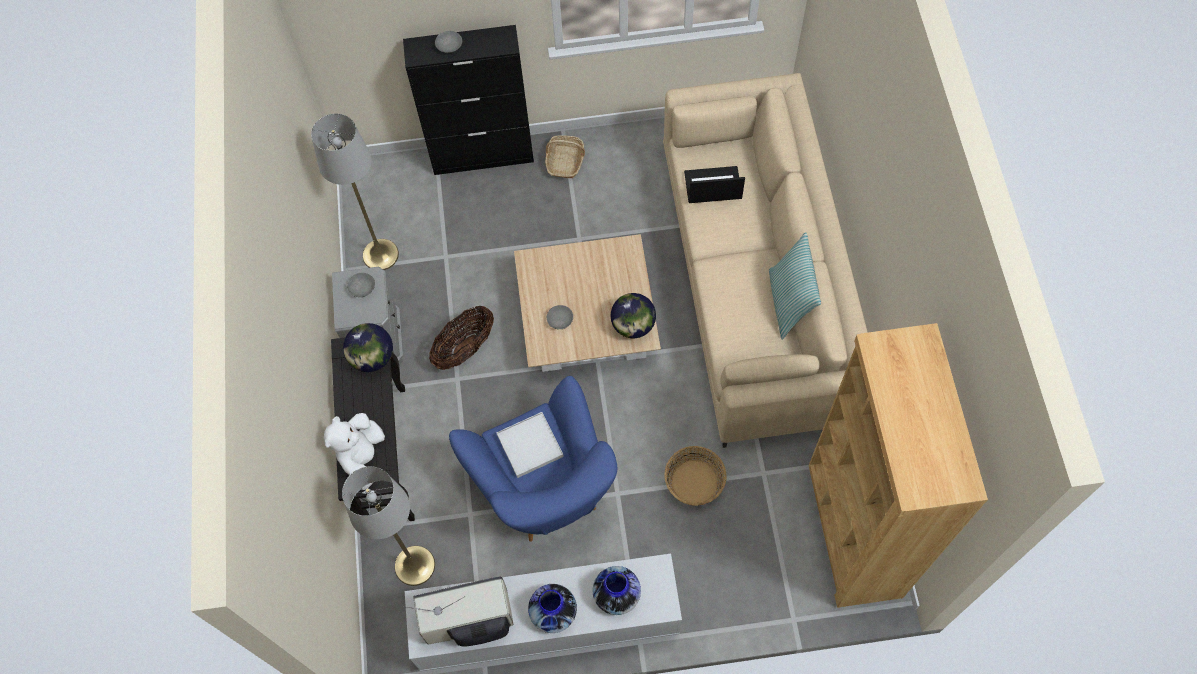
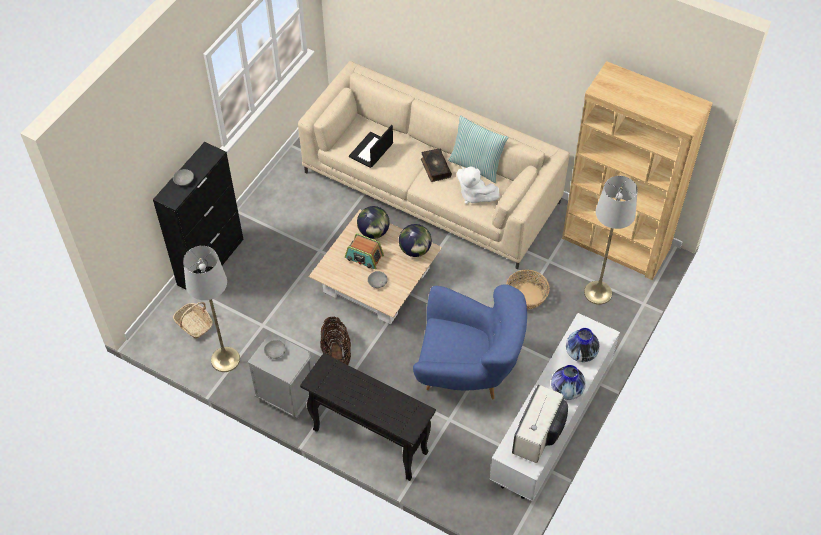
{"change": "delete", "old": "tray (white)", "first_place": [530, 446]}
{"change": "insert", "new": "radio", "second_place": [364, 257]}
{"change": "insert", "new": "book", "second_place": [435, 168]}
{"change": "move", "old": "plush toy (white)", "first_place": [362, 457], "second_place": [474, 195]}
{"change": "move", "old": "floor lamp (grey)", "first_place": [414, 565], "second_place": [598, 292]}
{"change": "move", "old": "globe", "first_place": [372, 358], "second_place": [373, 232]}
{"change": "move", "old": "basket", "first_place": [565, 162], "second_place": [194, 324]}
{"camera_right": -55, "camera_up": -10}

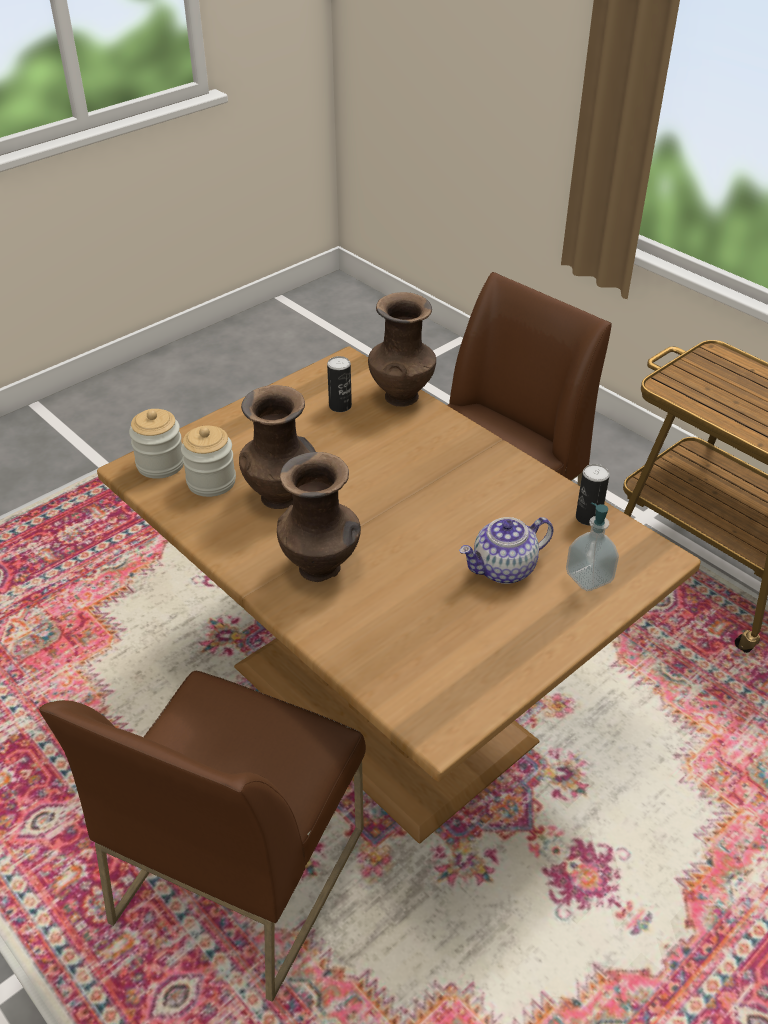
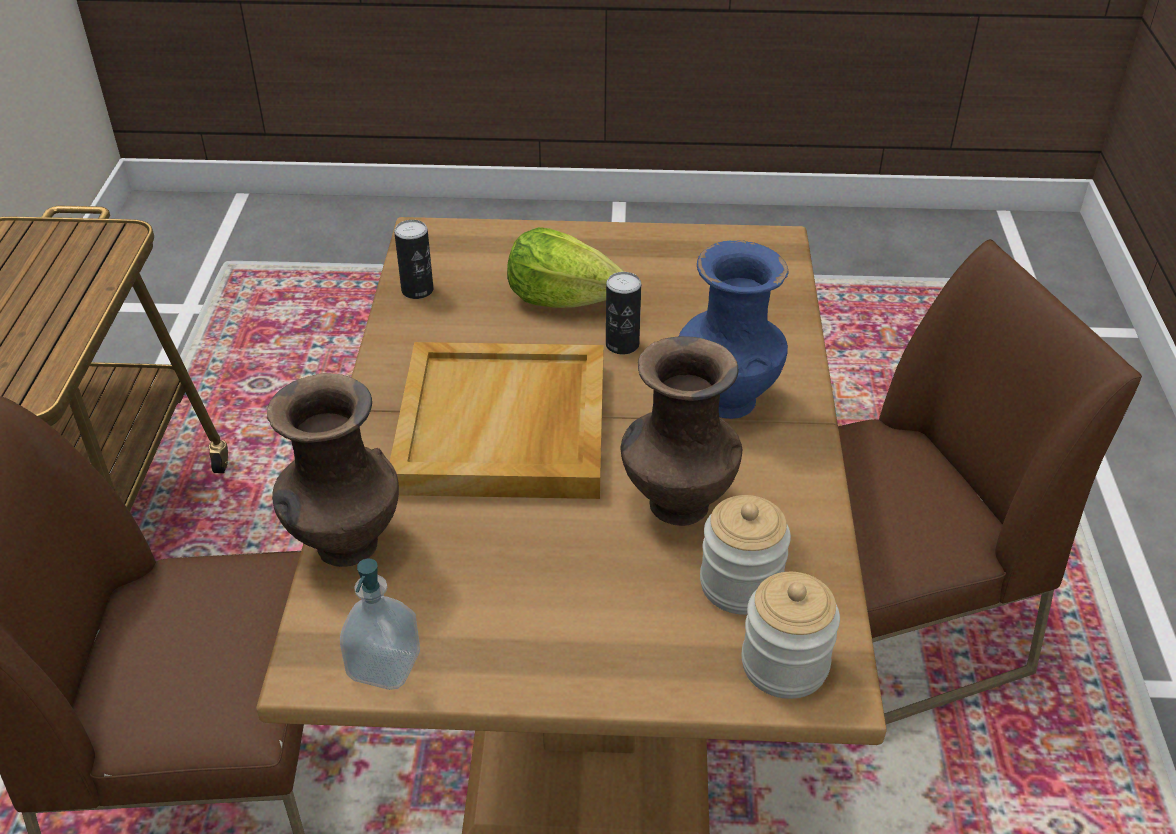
{"change": "insert", "new": "tray (beige)", "second_place": [504, 428]}
{"change": "move", "old": "can", "first_place": [340, 406], "second_place": [622, 344]}
{"change": "move", "old": "soap dispenser", "first_place": [589, 577], "second_place": [384, 665]}
{"change": "replace", "old": "teapot", "new": "lettuce", "first_place": [504, 569], "second_place": [561, 299]}
{"change": "recolor", "old": "vase (brown)", "new": "vase (blue)", "first_place": [321, 568], "second_place": [726, 399]}
{"camera_right": -135, "camera_up": 0}

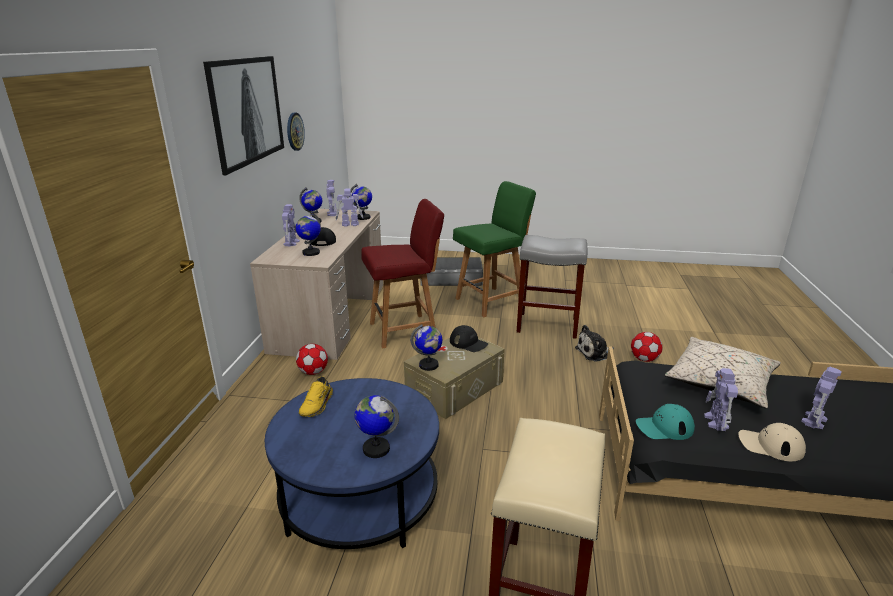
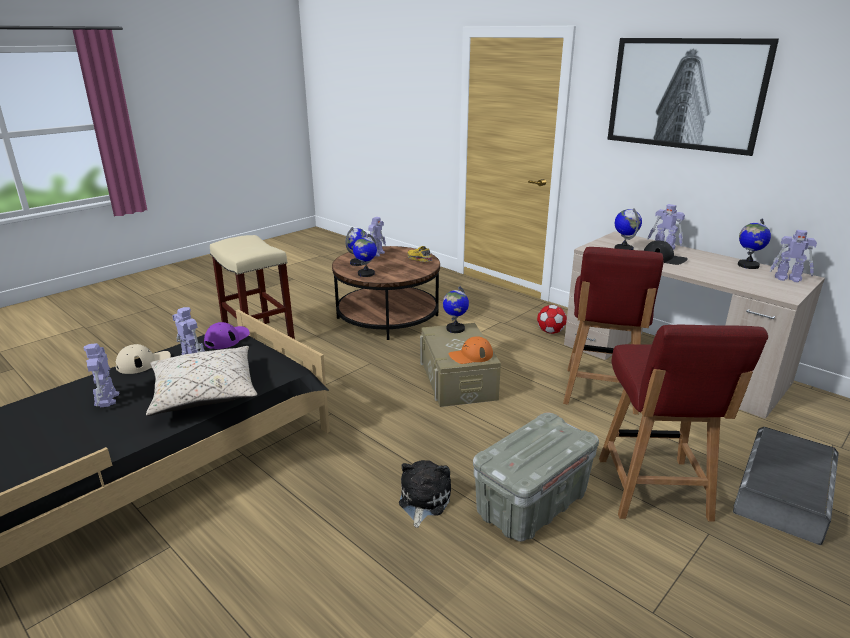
{"change": "delete", "old": "wall clock", "first_place": [294, 131]}
{"change": "delete", "old": "football", "first_place": [644, 359]}
{"change": "move", "old": "toy robot", "first_place": [349, 224], "second_place": [377, 253]}
{"change": "move", "old": "globe", "first_place": [363, 217], "second_place": [366, 274]}
{"change": "replace", "old": "stool (grey)", "new": "storage box (grey)", "first_place": [548, 325], "second_place": [532, 505]}
{"change": "recolor", "old": "coffee table (blue)", "new": "coffee table (brown)", "first_place": [360, 496], "second_place": [387, 317]}
{"change": "recolor", "old": "cap (black)", "new": "cap (orange)", "first_place": [468, 343], "second_place": [470, 355]}
{"change": "recolor", "old": "chair (green)", "new": "chair (red)", "first_place": [491, 301], "second_place": [653, 490]}
{"change": "recolor", "old": "cap (turquoise)", "new": "cap (purple)", "first_place": [664, 427], "second_place": [227, 338]}
{"camera_right": 125, "camera_up": 0}

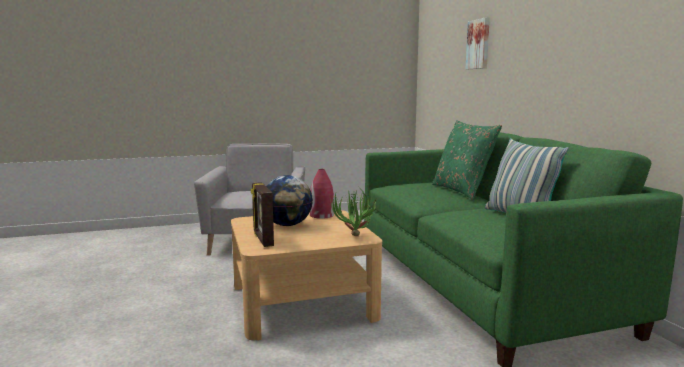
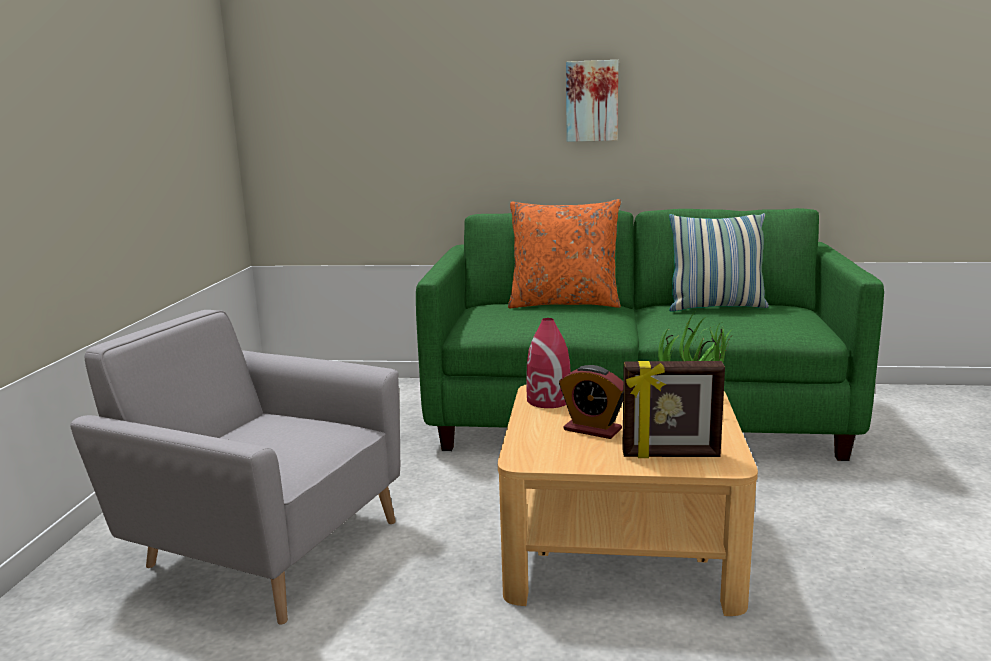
{"change": "move", "old": "picture", "first_place": [479, 44], "second_place": [592, 101]}
{"change": "replace", "old": "globe", "new": "alarm clock", "first_place": [287, 225], "second_place": [592, 429]}
{"change": "recolor", "old": "pillow (green)", "new": "pillow (orange)", "first_place": [462, 191], "second_place": [564, 303]}
{"camera_right": -65, "camera_up": 5}

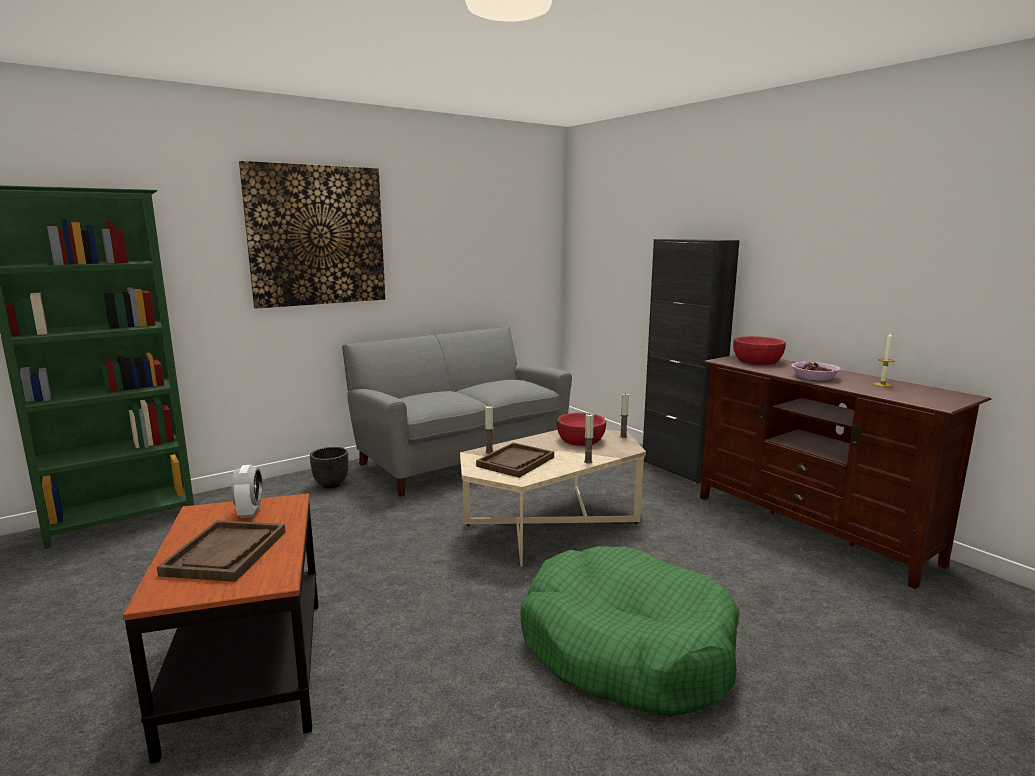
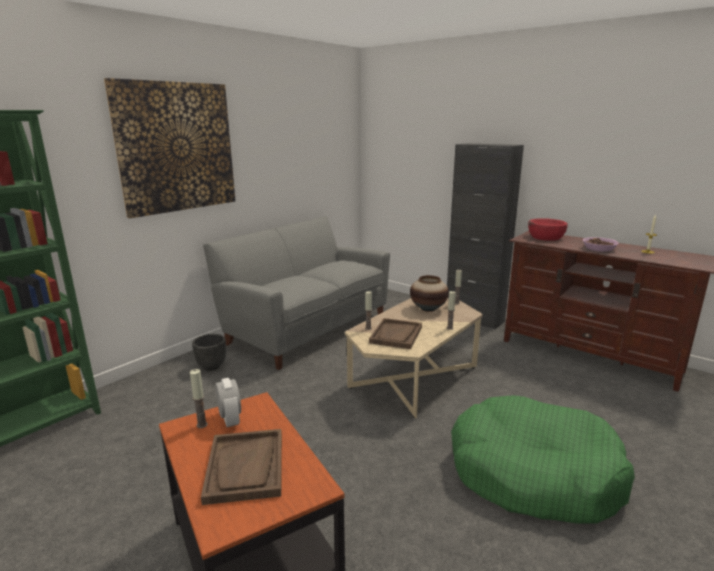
{"change": "insert", "new": "candle", "second_place": [202, 425]}
{"change": "replace", "old": "bowl (red)", "new": "vase", "first_place": [580, 439], "second_place": [428, 309]}
{"camera_right": -15, "camera_up": 5}

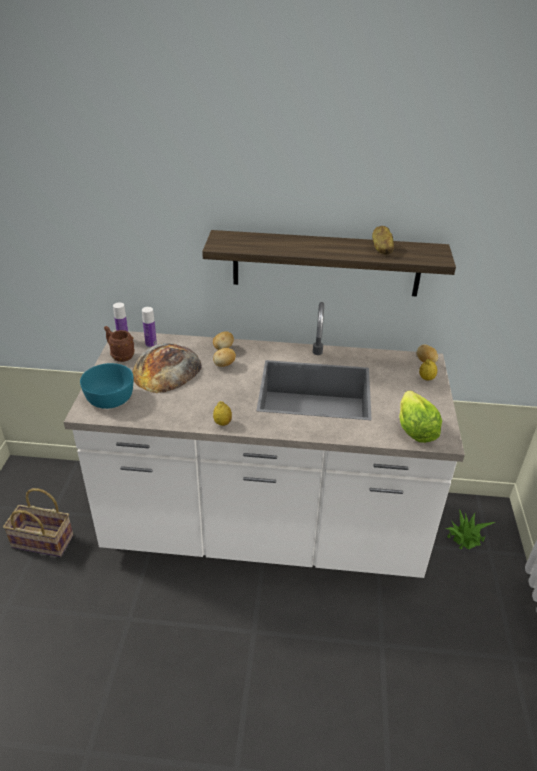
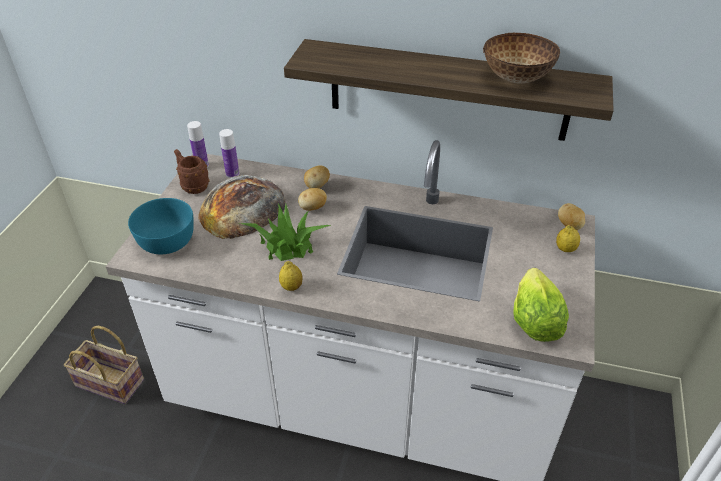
{"change": "move", "old": "potted plant", "first_place": [465, 536], "second_place": [287, 245]}
{"change": "replace", "old": "potato", "new": "bowl", "first_place": [381, 249], "second_place": [517, 78]}
{"camera_right": 10, "camera_up": 5}

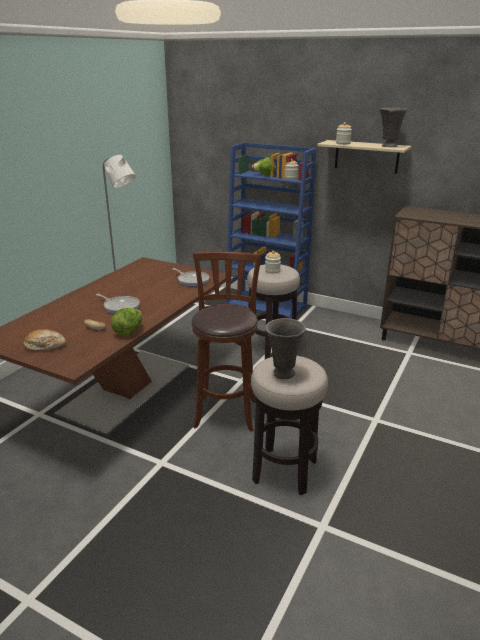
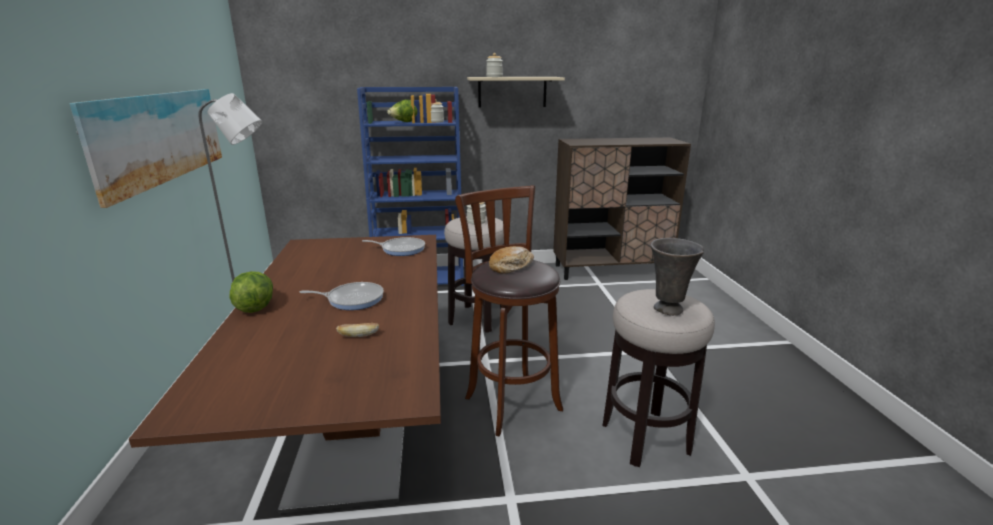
{"change": "delete", "old": "vase (grey)", "first_place": [388, 146]}
{"change": "insert", "new": "picture", "second_place": [158, 137]}
{"change": "move", "old": "bread", "first_place": [45, 346], "second_place": [511, 266]}
{"change": "move", "old": "lettuce", "first_place": [128, 331], "second_place": [255, 306]}
{"camera_right": -35, "camera_up": -5}

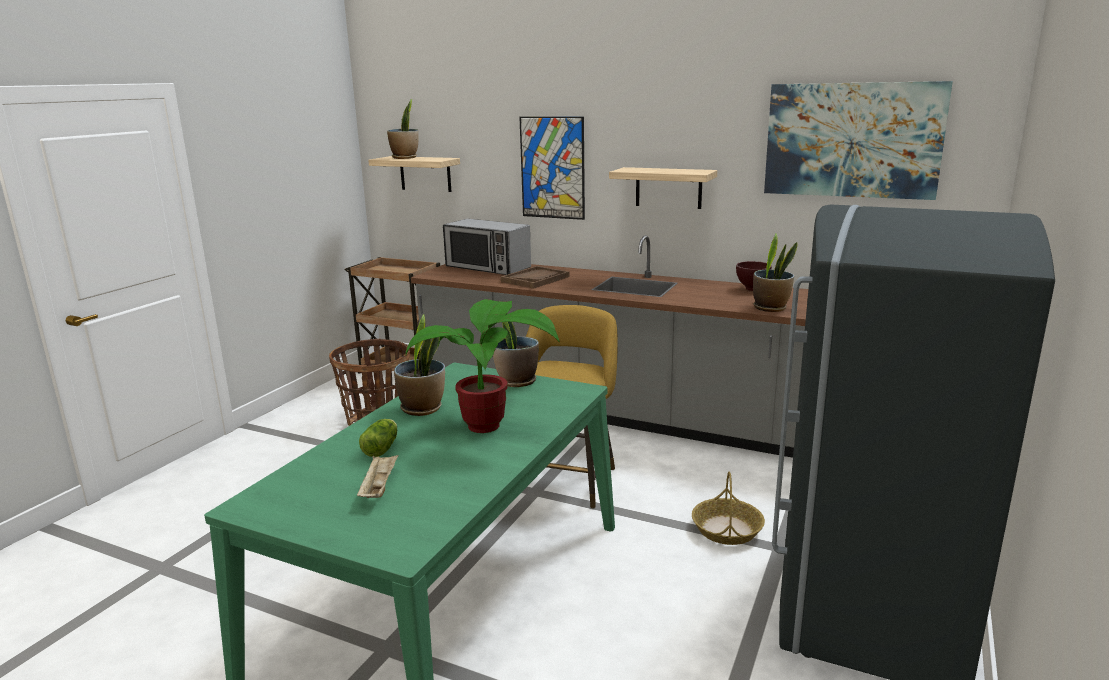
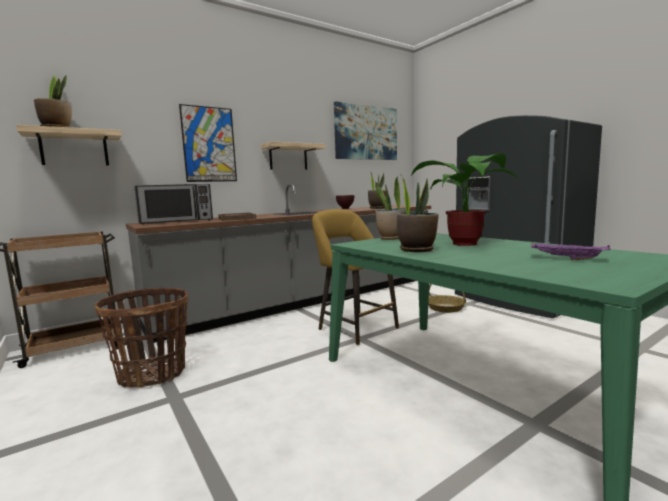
{"change": "delete", "old": "lettuce", "first_place": [382, 448]}
{"change": "recolor", "old": "tray (beige)", "new": "tray (purple)", "first_place": [379, 487], "second_place": [566, 259]}
{"camera_right": -60, "camera_up": -10}

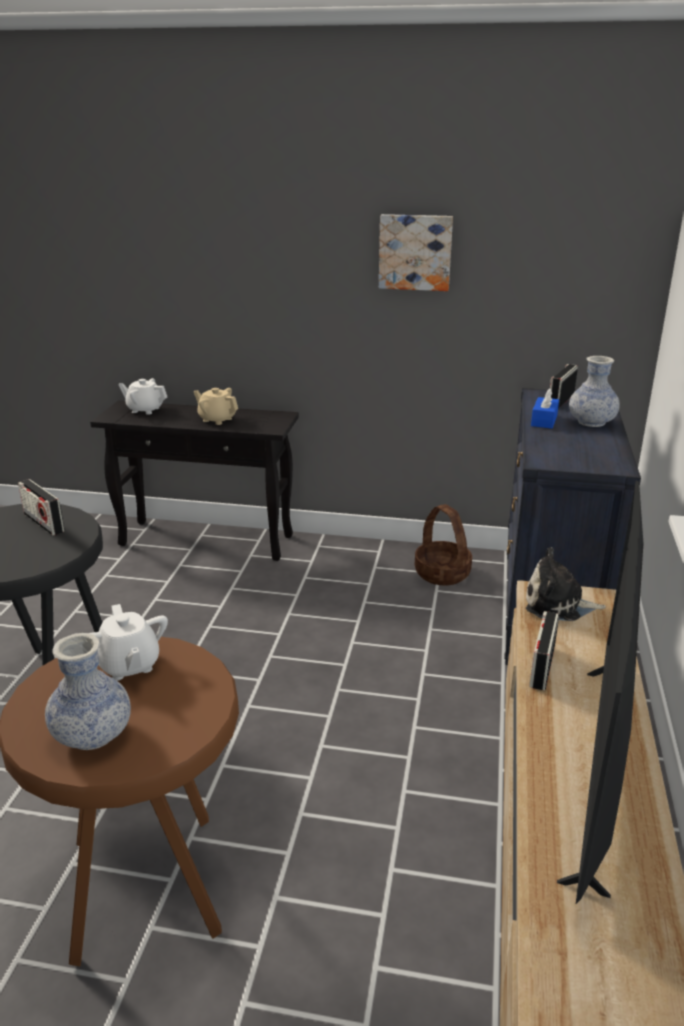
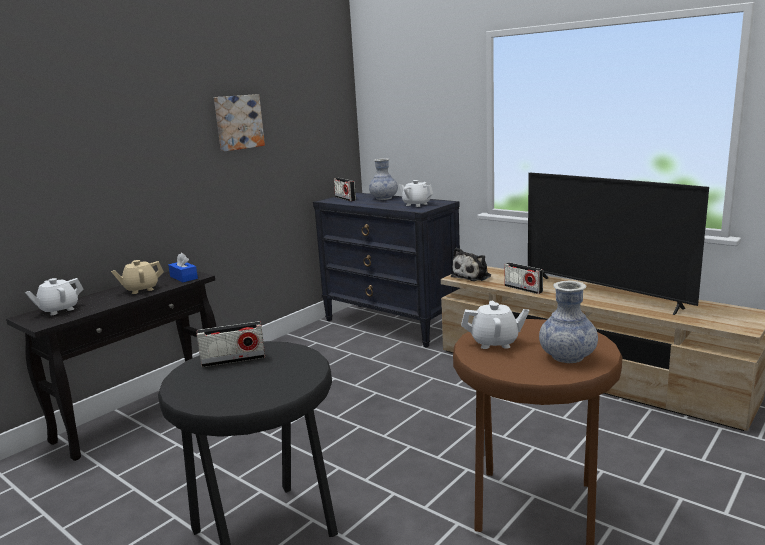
{"change": "delete", "old": "basket", "first_place": [442, 573]}
{"change": "insert", "new": "teapot (white)", "second_place": [416, 204]}
{"change": "move", "old": "tissue box (blue)", "first_place": [544, 420], "second_place": [184, 277]}
{"camera_right": -60, "camera_up": -10}

